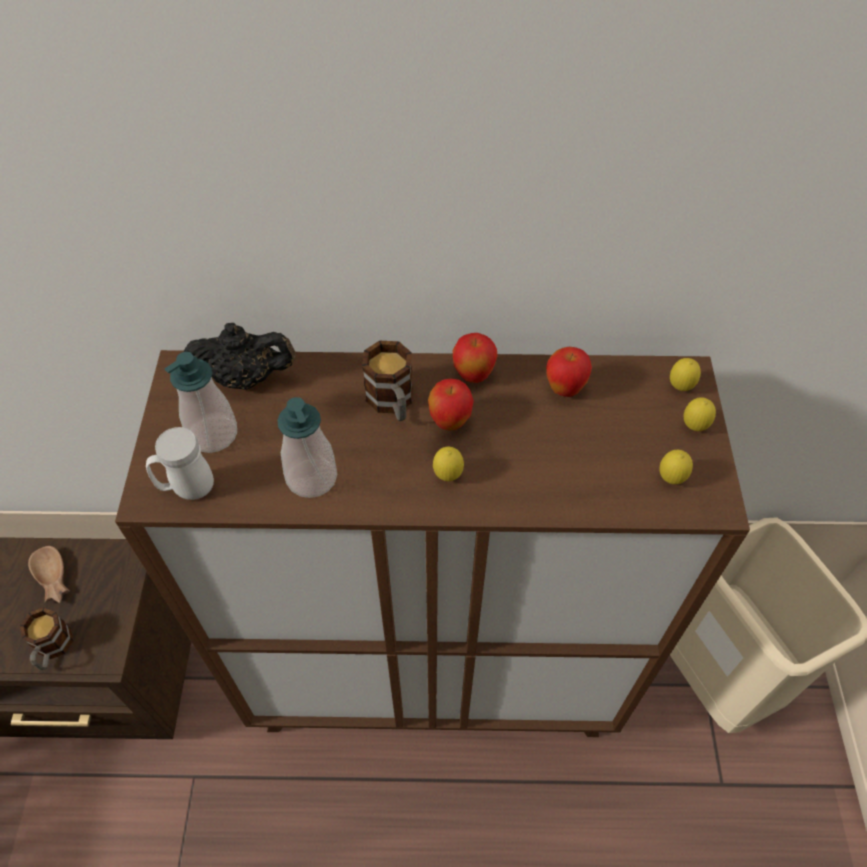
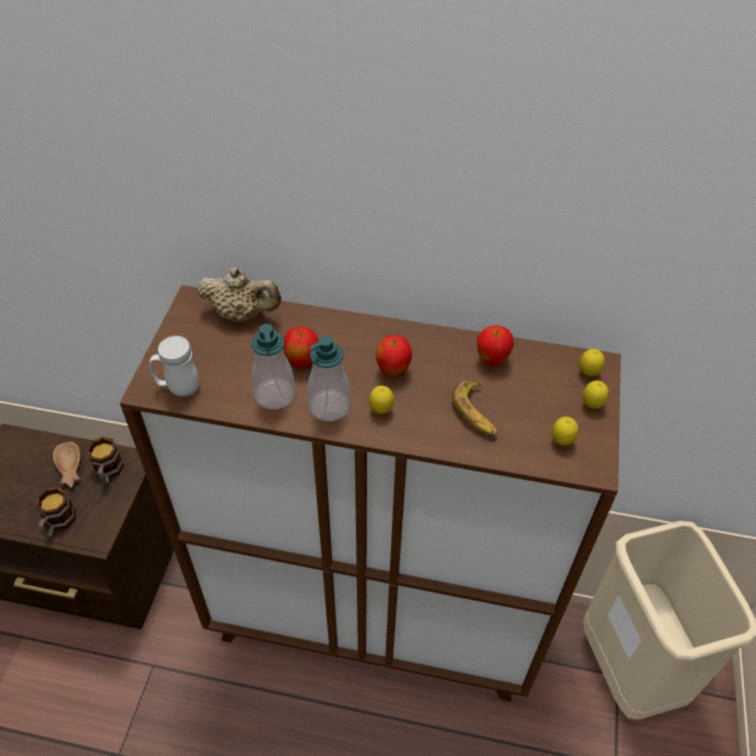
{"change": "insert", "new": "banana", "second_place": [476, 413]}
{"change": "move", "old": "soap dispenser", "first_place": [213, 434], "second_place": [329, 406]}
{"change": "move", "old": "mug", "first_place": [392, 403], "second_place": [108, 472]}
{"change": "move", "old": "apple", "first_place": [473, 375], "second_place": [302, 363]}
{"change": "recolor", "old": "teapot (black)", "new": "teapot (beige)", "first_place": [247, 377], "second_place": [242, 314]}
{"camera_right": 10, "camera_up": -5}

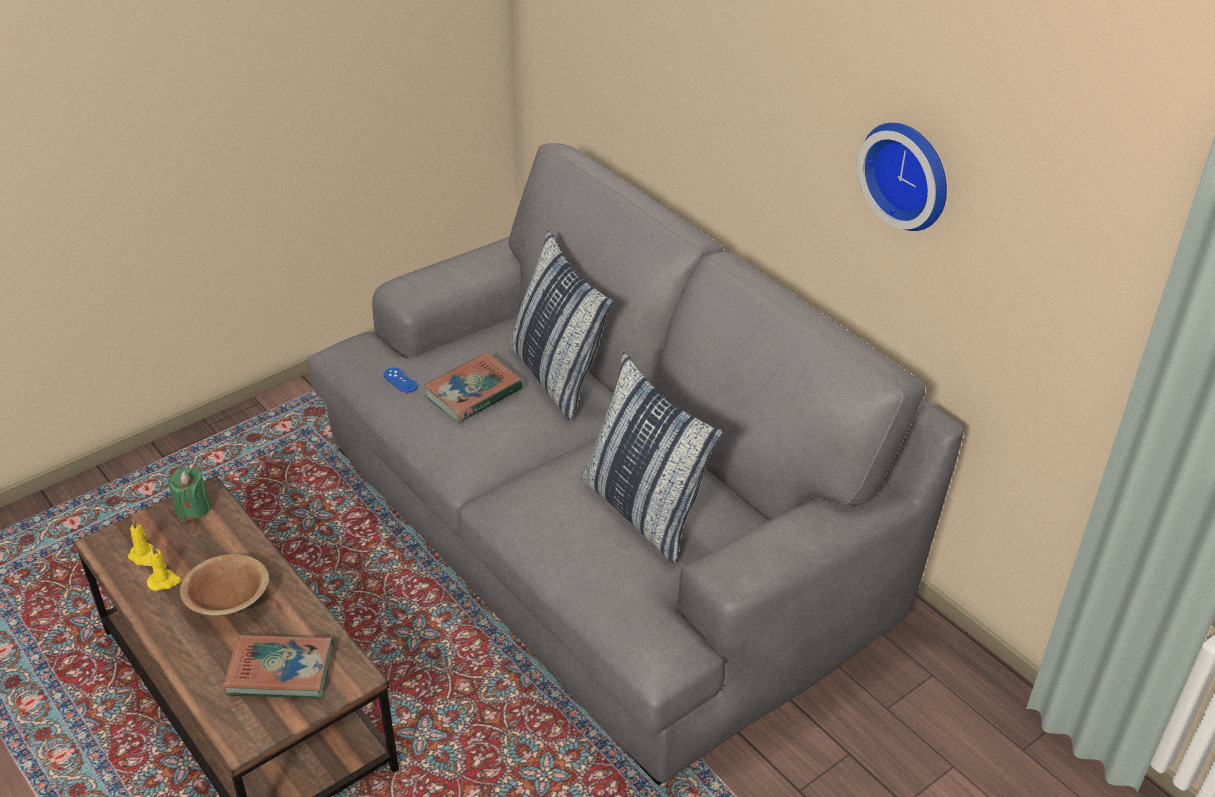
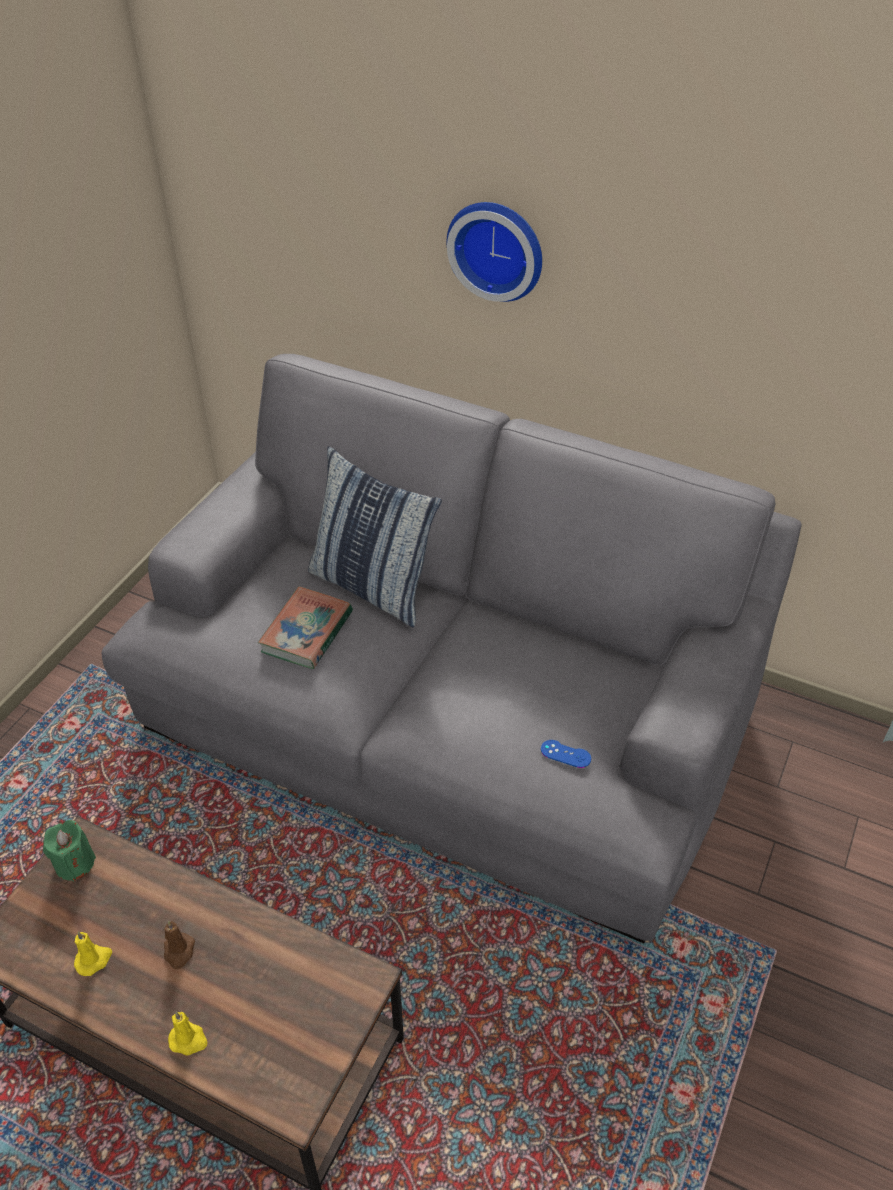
{"change": "delete", "old": "book", "first_place": [281, 671]}
{"change": "delete", "old": "pillow", "first_place": [644, 511]}
{"change": "move", "old": "candle (yellow)", "first_place": [144, 556], "second_place": [189, 1040]}
{"change": "move", "old": "game controller (blue)", "first_place": [400, 380], "second_place": [565, 754]}
{"change": "move", "old": "wall clock", "first_place": [909, 173], "second_place": [497, 248]}
{"change": "replace", "old": "bowl (brown)", "new": "candle (brown)", "first_place": [228, 600], "second_place": [179, 952]}
{"camera_right": -25, "camera_up": 5}

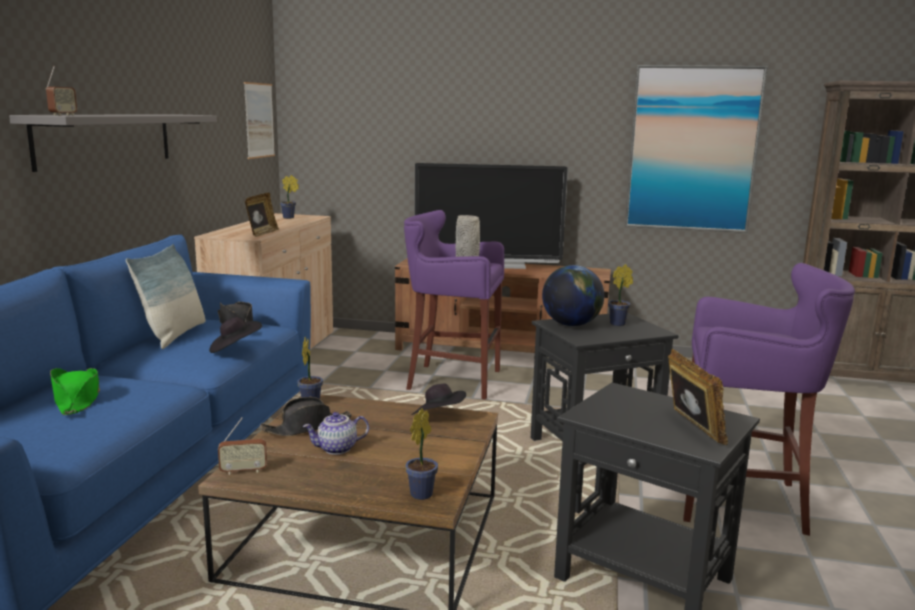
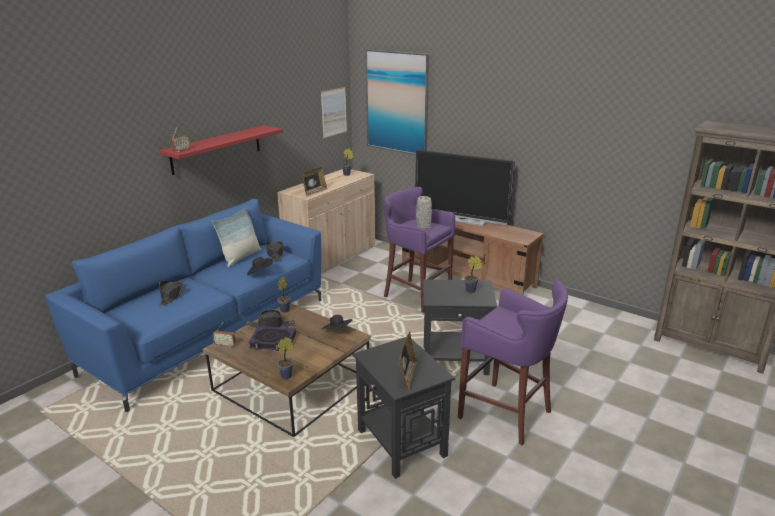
{"change": "delete", "old": "globe", "first_place": [571, 324]}
{"change": "move", "old": "picture", "first_place": [692, 149], "second_place": [397, 102]}
{"change": "replace", "old": "teapot", "new": "book", "first_place": [336, 449], "second_place": [273, 341]}
{"change": "recolor", "old": "shelf (grey)", "new": "shelf (red)", "first_place": [106, 139], "second_place": [216, 149]}
{"change": "recolor", "old": "hat (green)", "new": "hat (black)", "first_place": [77, 400], "second_place": [171, 296]}
{"camera_right": 25, "camera_up": 10}

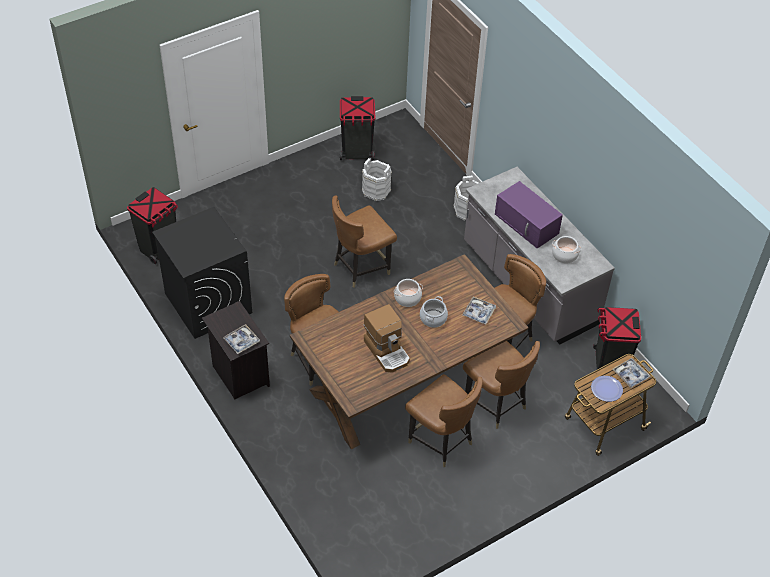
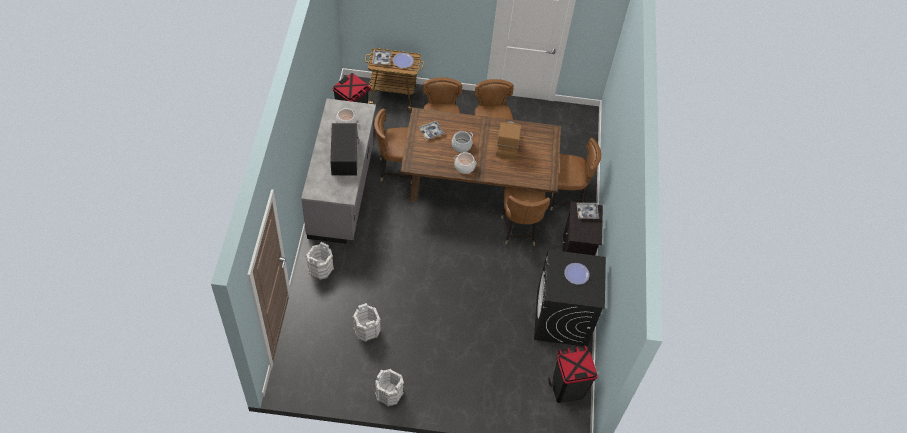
{"change": "delete", "old": "trash can (black)", "first_place": [357, 152]}
{"change": "insert", "new": "bucket (white)", "second_place": [389, 393]}
{"change": "insert", "new": "plate", "second_place": [576, 274]}
{"change": "move", "old": "chair (brown)", "first_place": [361, 267], "second_place": [565, 197]}
{"change": "recolor", "old": "microwave (purple)", "new": "microwave (black)", "first_place": [527, 224], "second_place": [344, 155]}
{"camera_right": -145, "camera_up": 5}

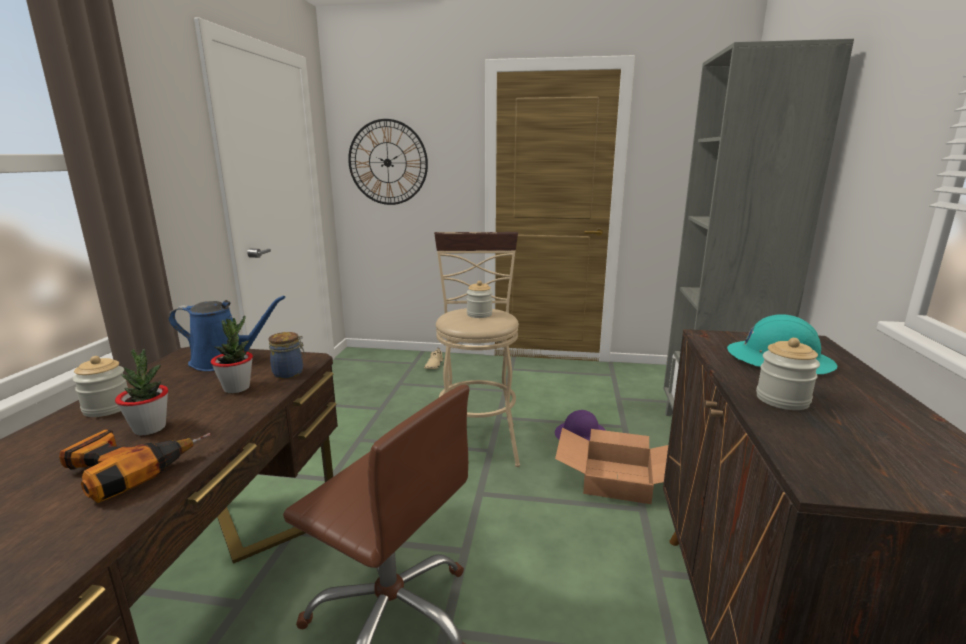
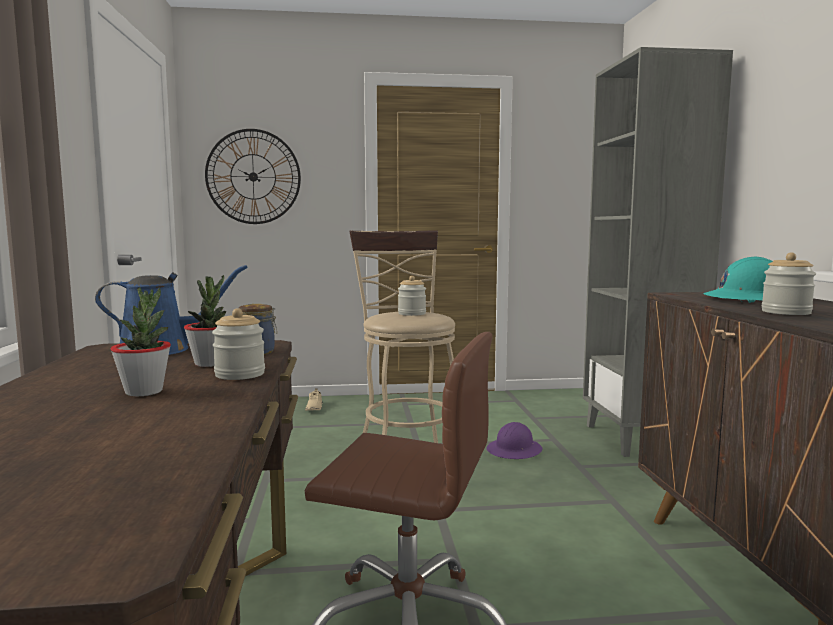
{"change": "delete", "old": "power drill", "first_place": [131, 467]}
{"change": "delete", "old": "cardboard box", "first_place": [618, 479]}
{"change": "move", "old": "jar", "first_place": [107, 408], "second_place": [240, 374]}
{"camera_right": -15, "camera_up": -10}

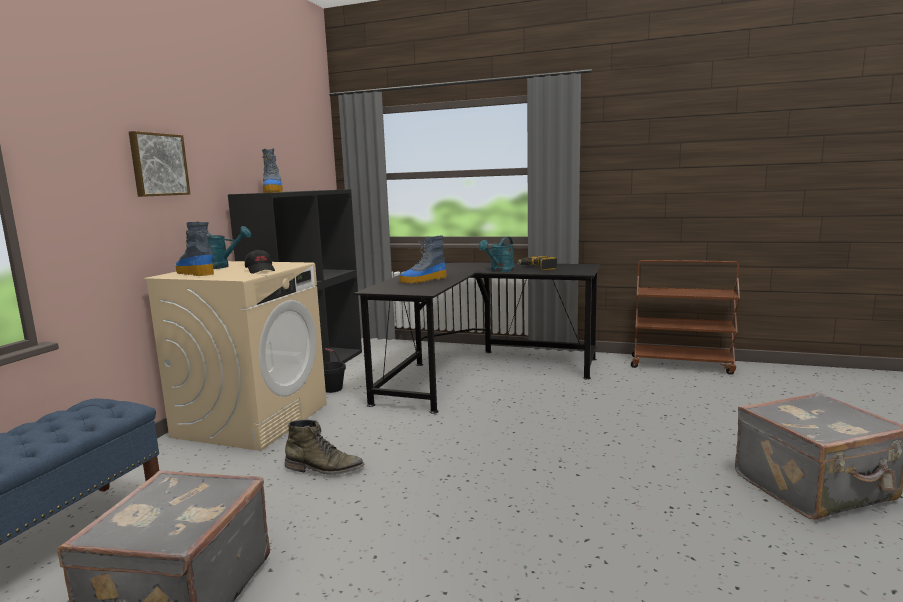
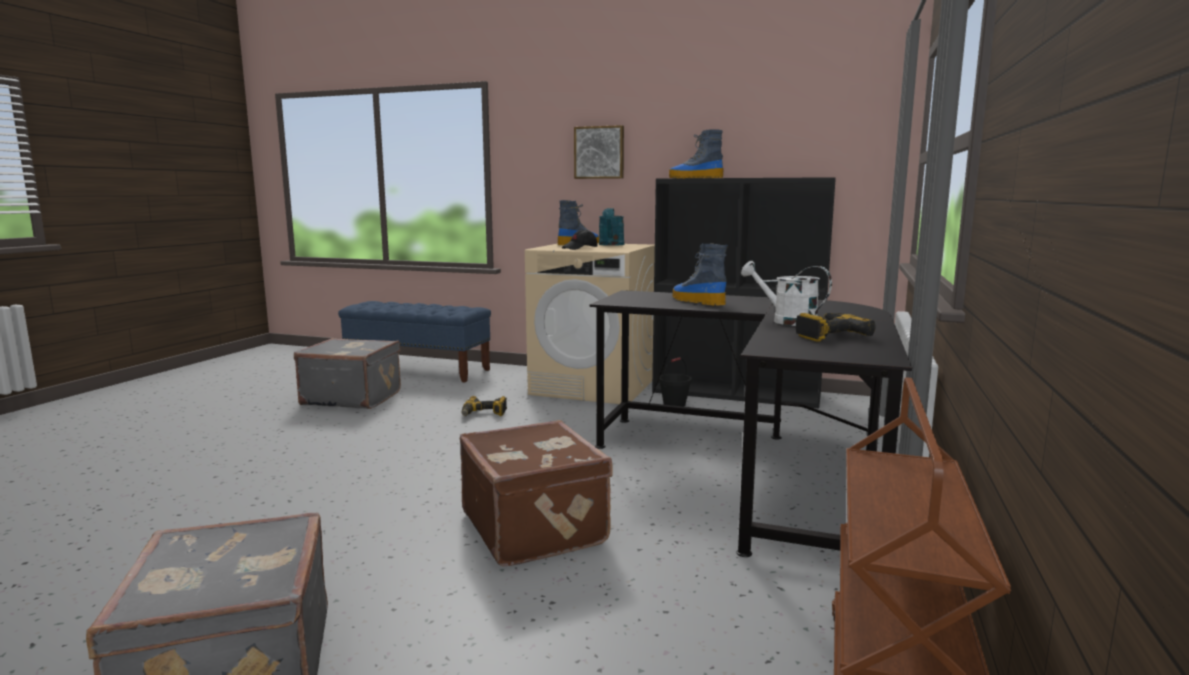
{"change": "insert", "new": "suitcase (brown)", "second_place": [536, 527]}
{"change": "replace", "old": "boot (green)", "new": "power drill", "first_place": [324, 469], "second_place": [483, 414]}
{"change": "recolor", "old": "watering can (turquoise)", "new": "watering can (white)", "first_place": [499, 271], "second_place": [786, 321]}
{"camera_right": 90, "camera_up": 0}

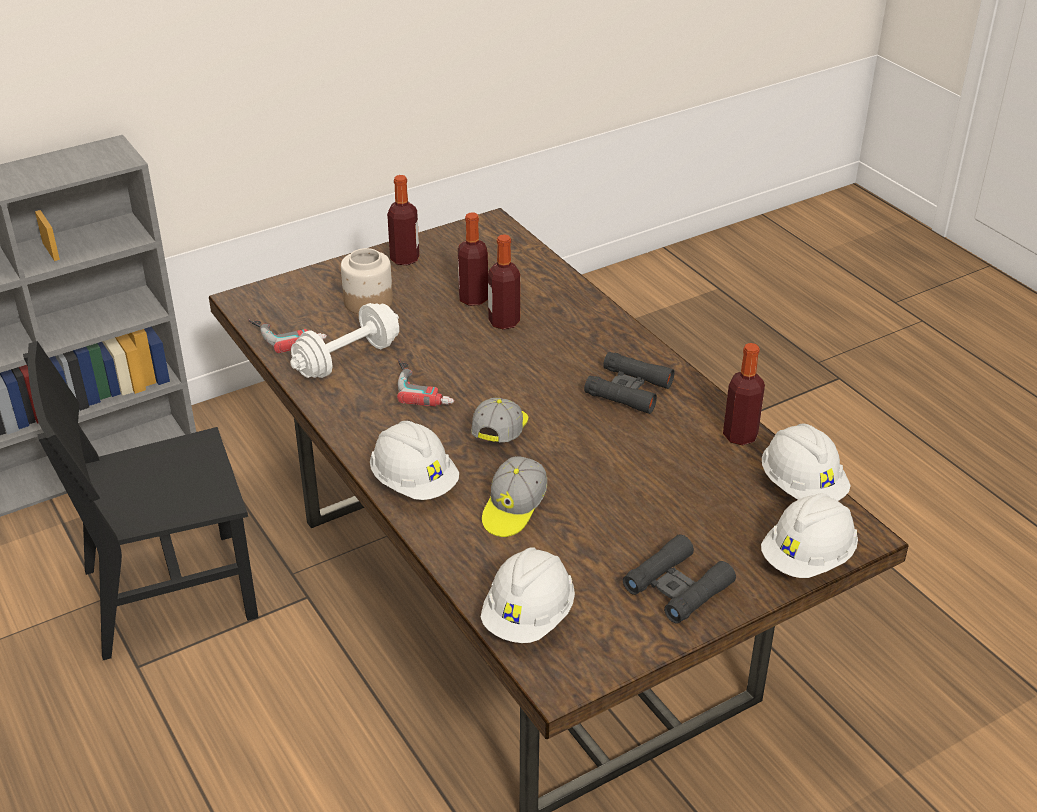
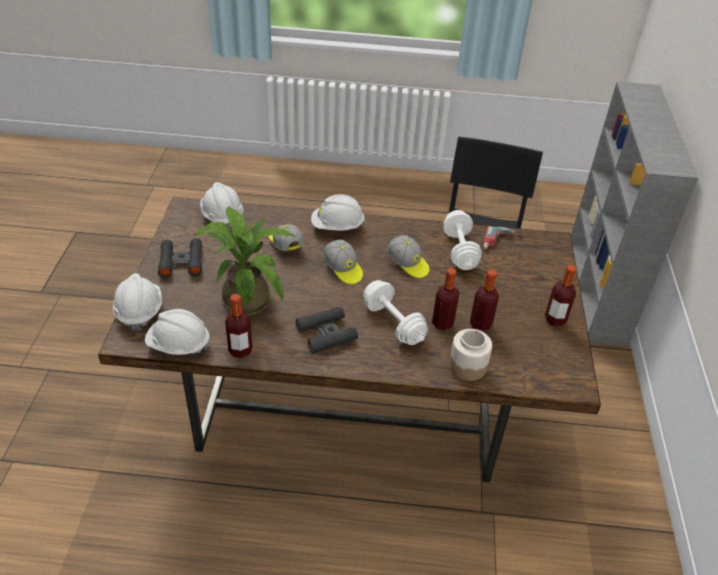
{"change": "insert", "new": "potted plant", "second_place": [247, 297]}
{"change": "insert", "new": "dumbbell (white)", "second_place": [393, 323]}
{"change": "move", "old": "jar", "first_place": [367, 302], "second_place": [467, 366]}
{"change": "replace", "old": "power drill", "new": "cap", "first_place": [425, 387], "second_place": [408, 264]}
{"camera_right": 125, "camera_up": 5}

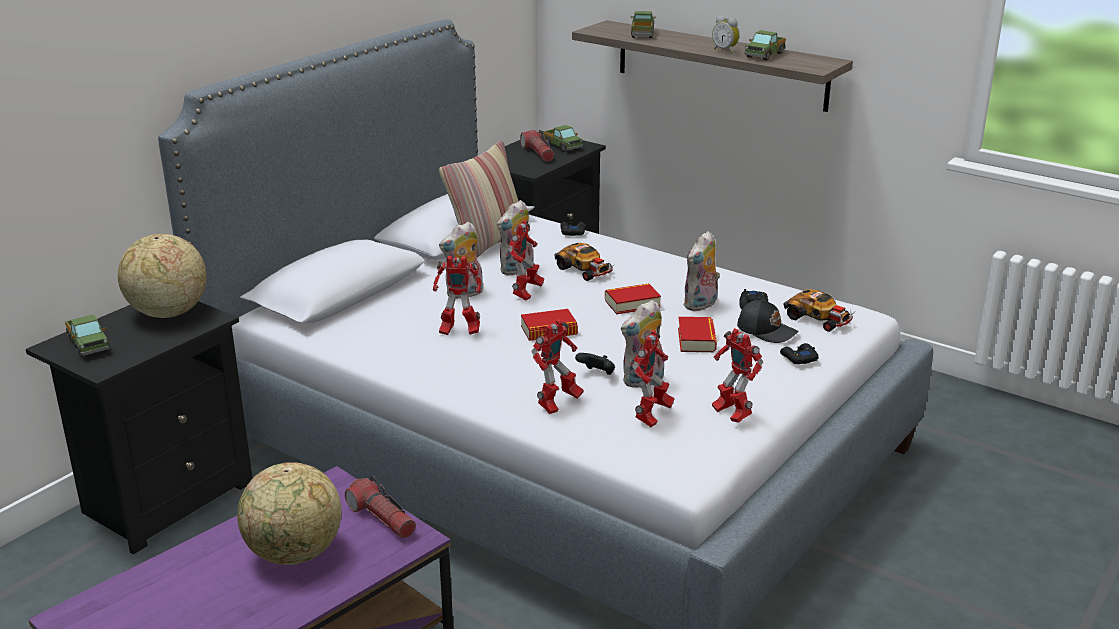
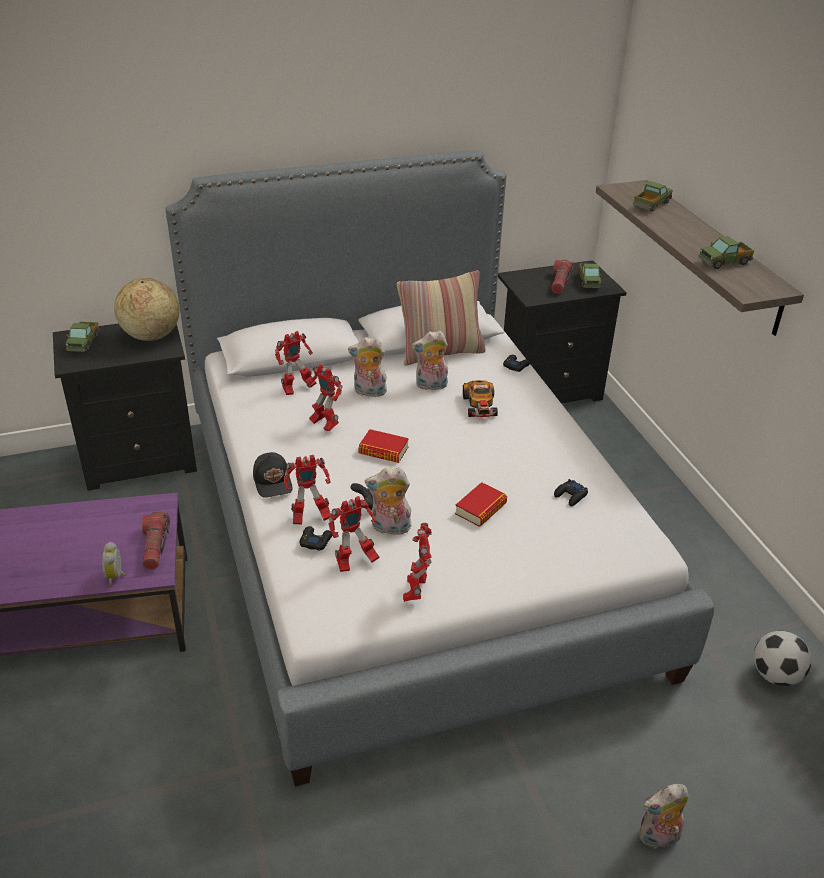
{"change": "delete", "old": "globe", "first_place": [295, 554]}
{"change": "delete", "old": "book", "first_place": [632, 304]}
{"change": "delete", "old": "toy car", "first_place": [818, 319]}
{"change": "insert", "new": "football", "second_place": [775, 675]}
{"change": "move", "old": "toy robot", "first_place": [526, 293], "second_place": [297, 389]}
{"change": "move", "old": "plush toy", "first_place": [701, 305], "second_place": [658, 838]}
{"change": "move", "old": "alarm clock", "first_place": [725, 50], "second_place": [117, 576]}
{"change": "move", "old": "cap (black)", "first_place": [766, 330], "second_place": [273, 482]}
{"change": "move", "old": "game controller (black)", "first_place": [798, 358], "second_place": [315, 541]}
{"camera_right": 35, "camera_up": 10}

